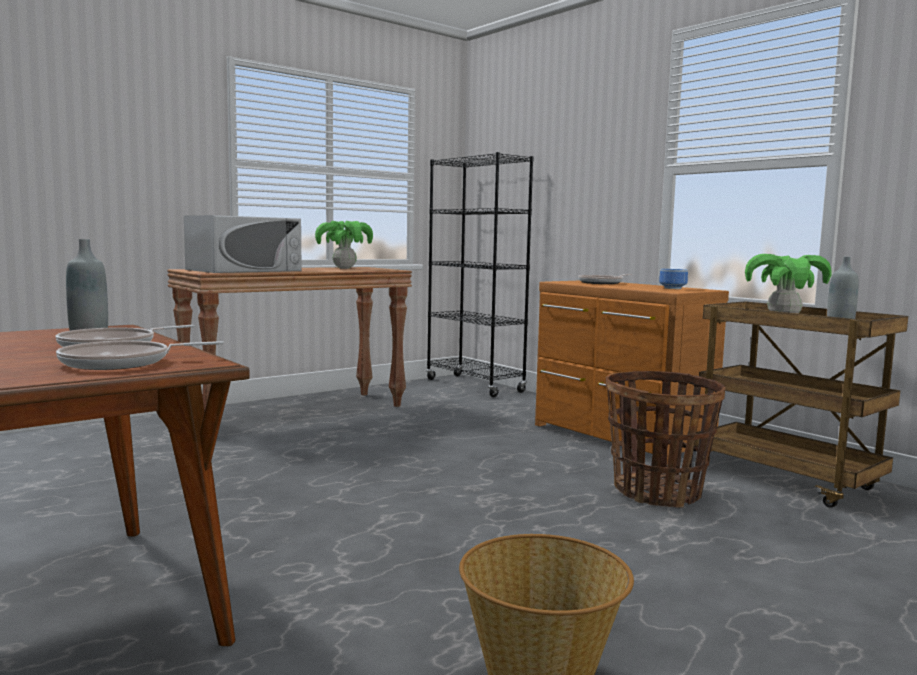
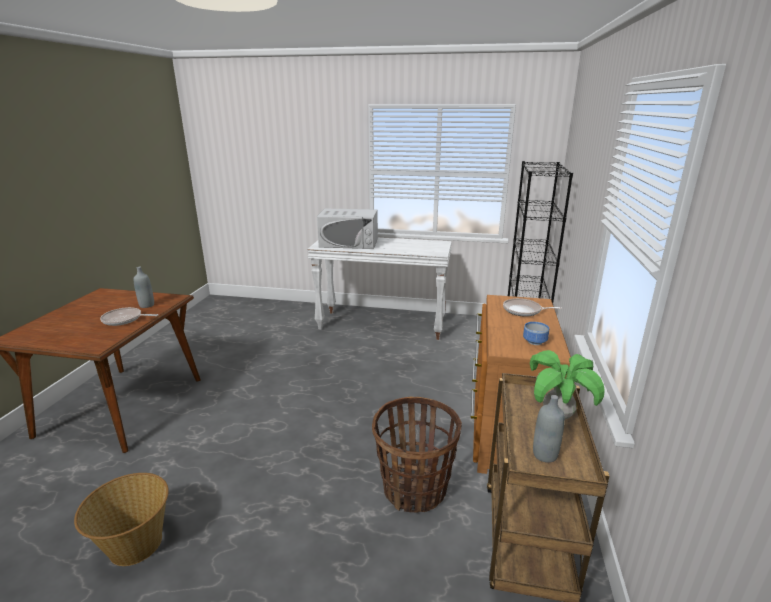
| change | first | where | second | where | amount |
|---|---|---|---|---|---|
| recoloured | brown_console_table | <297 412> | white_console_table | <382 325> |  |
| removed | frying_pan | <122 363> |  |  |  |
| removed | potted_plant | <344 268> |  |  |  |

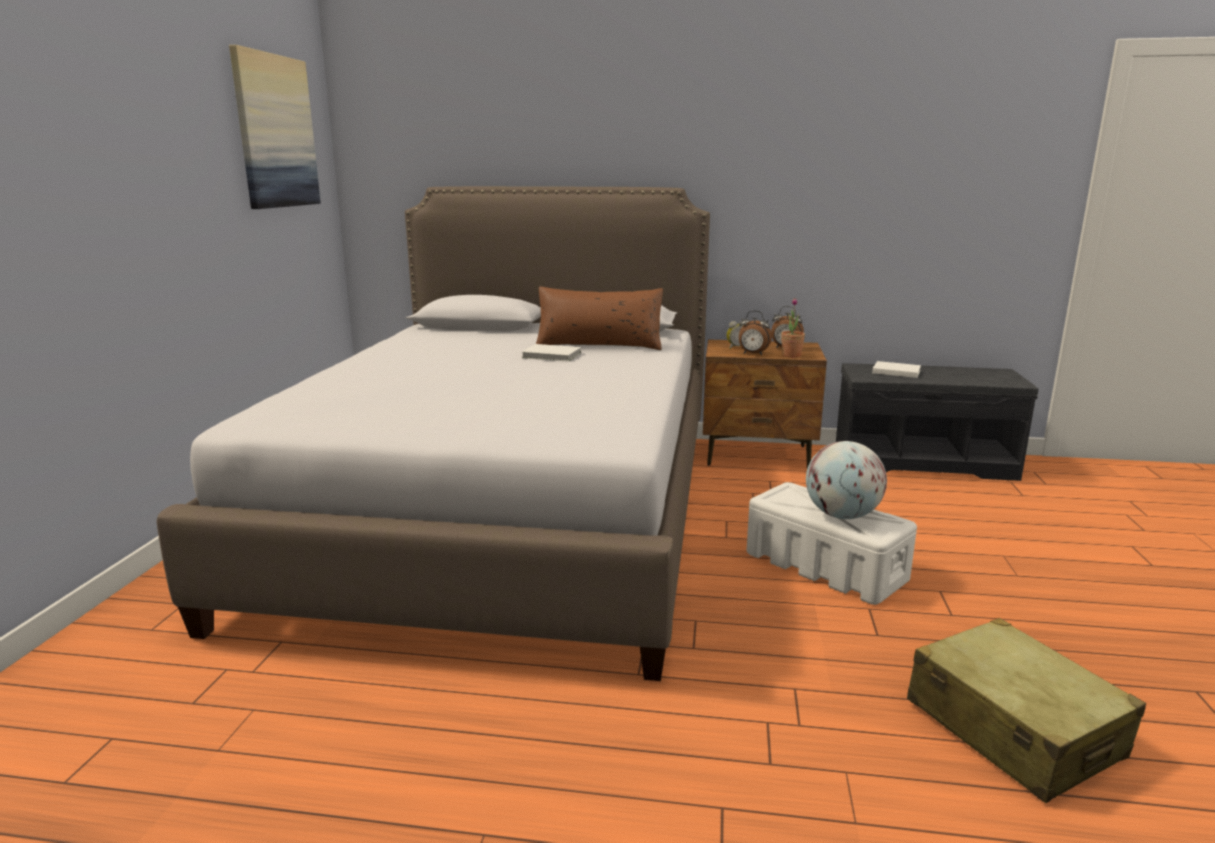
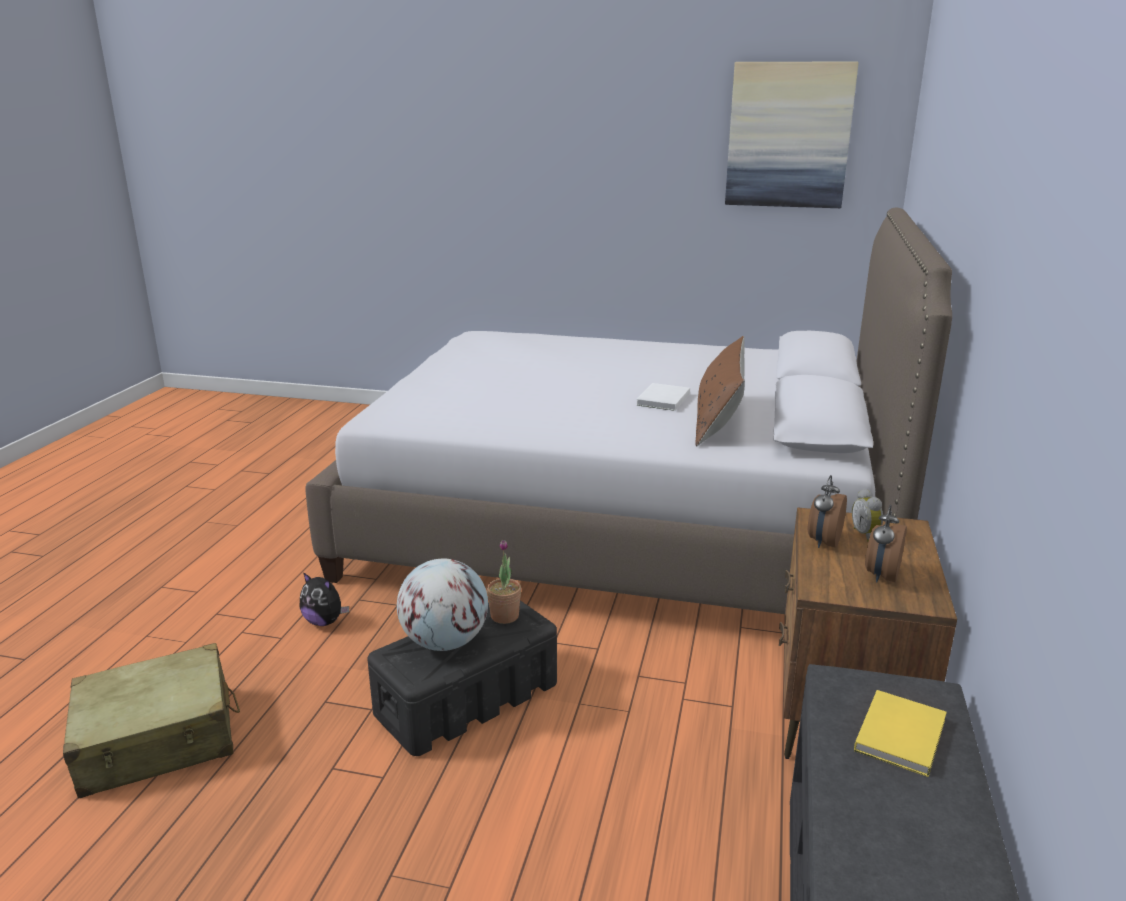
| change | first | where | second | where | amount |
|---|---|---|---|---|---|
| added |  |  | plush_toy | <324 621> |  |
| recoloured | white_storage_box | <824 566> | black_storage_box | <468 699> |  |
| moved | potted_plant | <791 355> |  | <504 616> |  |
| recoloured | white_book | <895 371> | yellow_book | <902 734> |  |

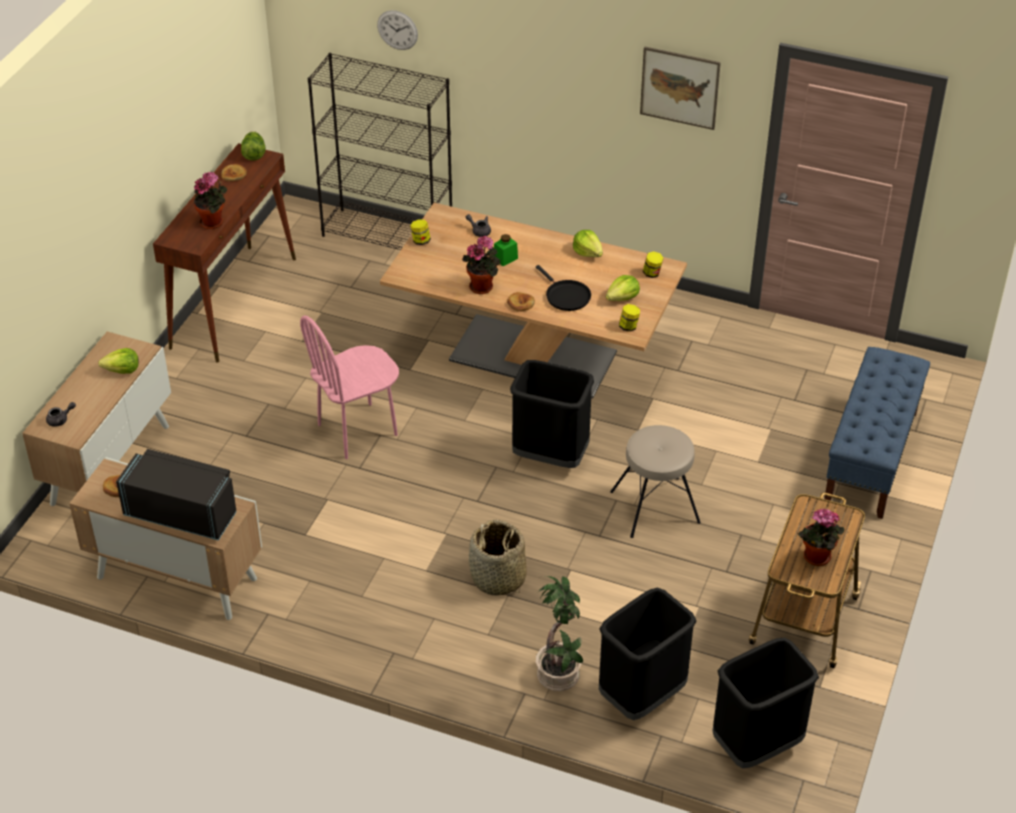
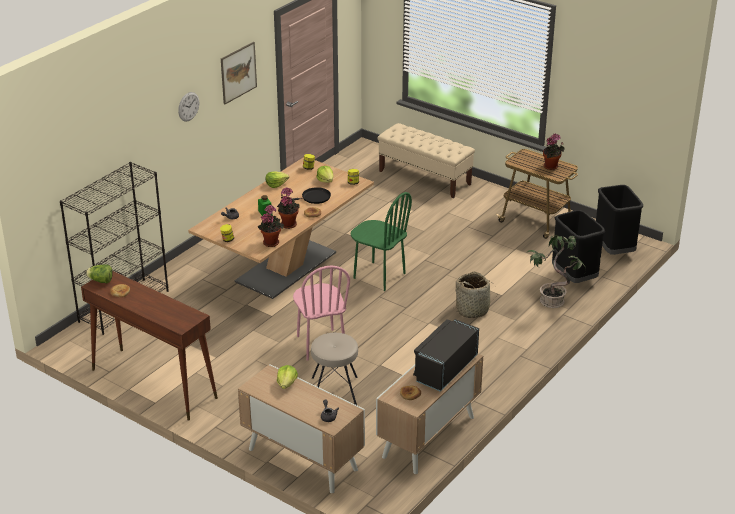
| change | first | where | second | where | amount |
|---|---|---|---|---|---|
| moved | wall_clock | <397 30> |  | <188 106> |  |
| moved | potted_plant | <213 222> |  | <271 242> |  |
| moved | beige_stool | <655 507> |  | <335 393> |  |
| replaced | black_trash_can | <550 457> | green_chair | <379 276> |  |
| recoloured | blue_bench | <871 457> | beige_bench | <425 178> |  |

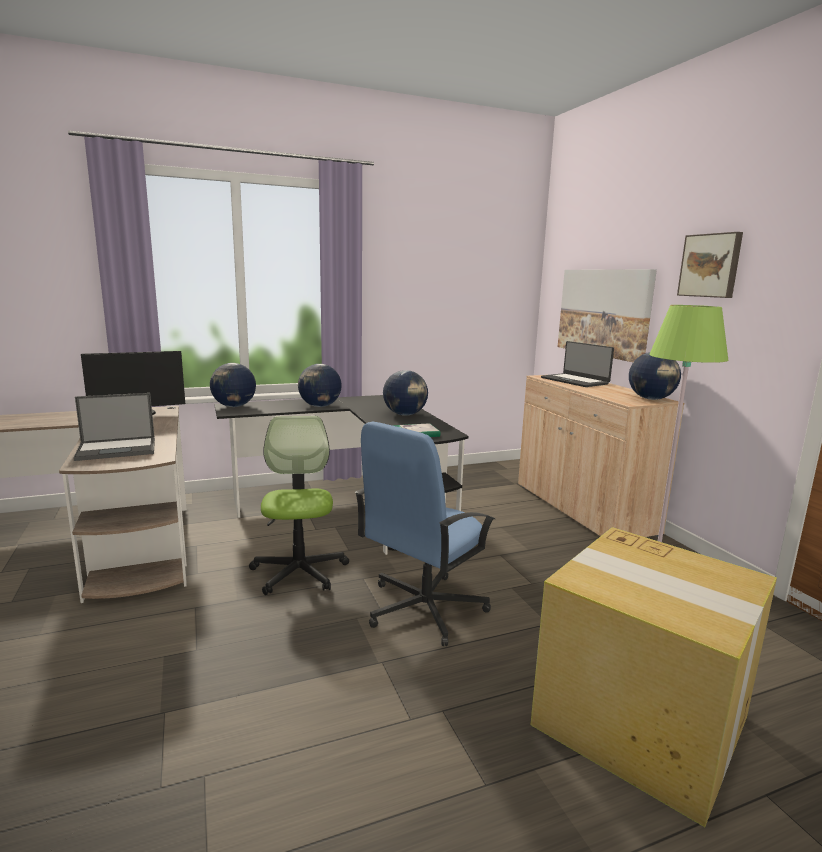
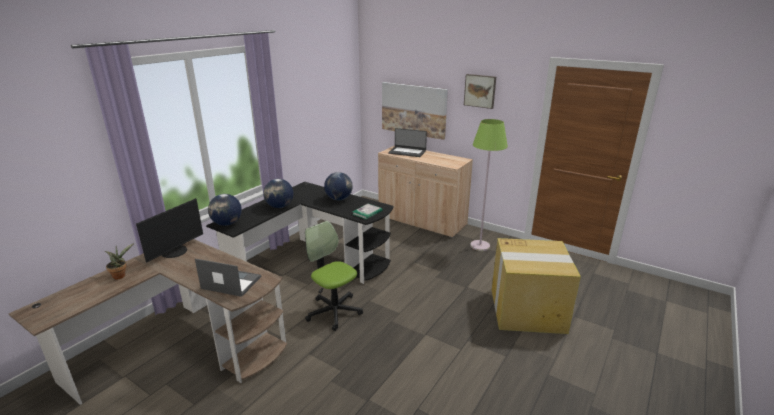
| change | first | where | second | where | amount |
|---|---|---|---|---|---|
| added |  |  | potted_plant | <121 275> |  |
| turned | laptop | <118 449> |  | <230 282> | 105 degrees counterclockwise |
| removed | blue_office_chair | <423 608> |  |  |  |
| removed | globe | <651 399> |  |  |  |

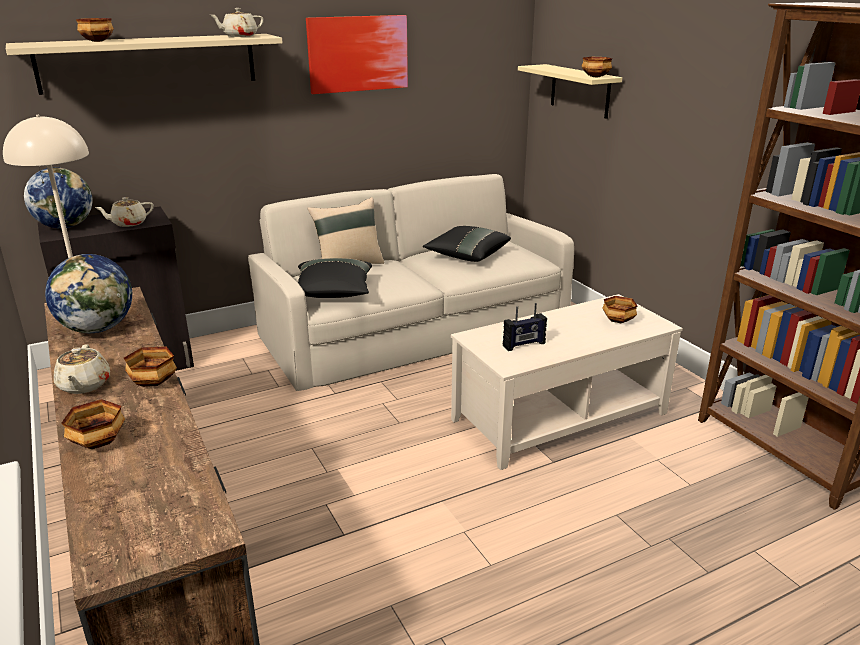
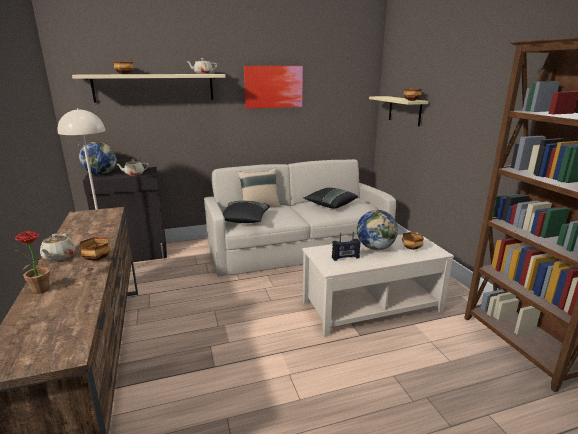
| change | first | where | second | where | amount |
|---|---|---|---|---|---|
| replaced | bowl | <97 443> | potted_plant | <43 290> |  |
| moved | globe | <98 329> |  | <375 248> |  |

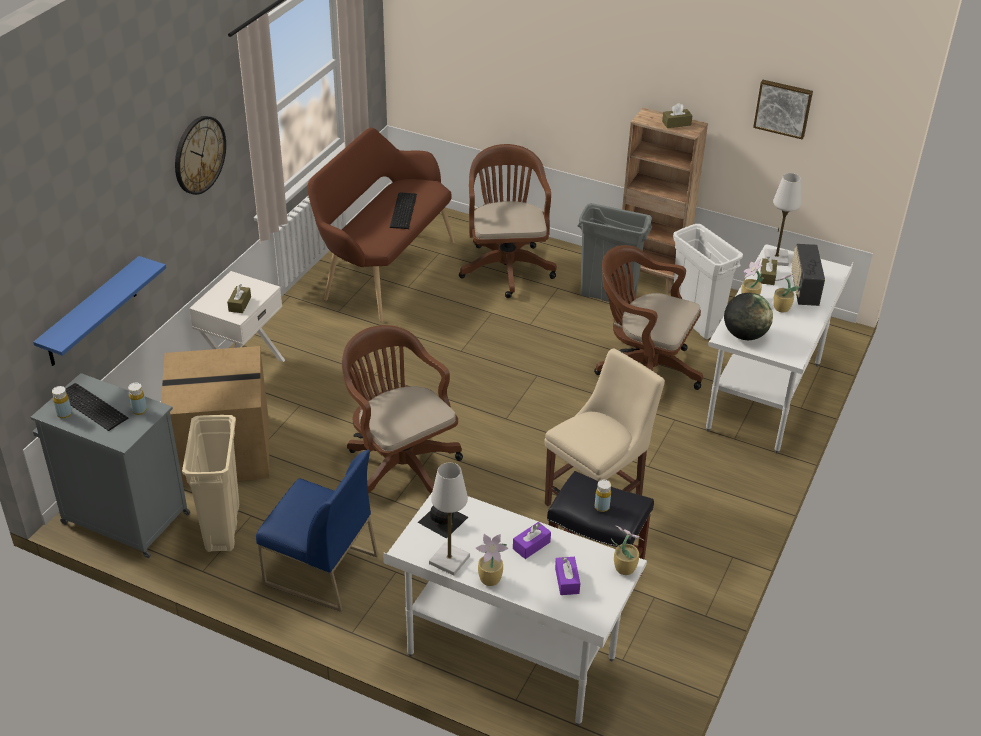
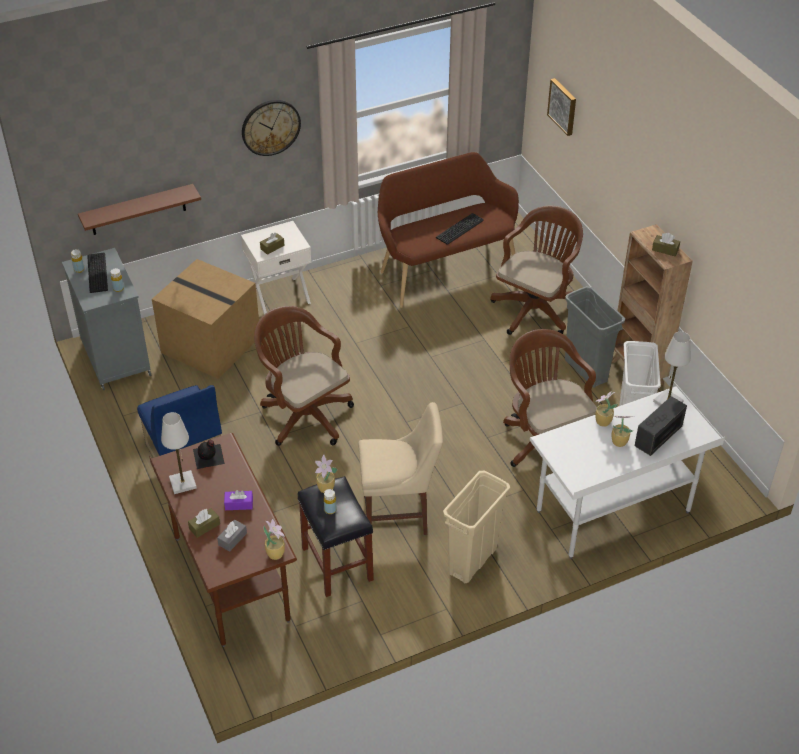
| change | first | where | second | where | amount |
|---|---|---|---|---|---|
| recoloured | blue_shelf | <91 313> | brown_shelf | <138 210> |  |
| recoloured | white_desk | <510 658> | brown_desk | <230 579> |  |
| moved | brown_tissue_box | <767 276> |  | <204 526> |  |
| recoloured | purple_tissue_box | <567 581> | grey_tissue_box | <232 539> |  |
| turned | brown_office_chair | <399 464> |  | <304 414> | 45 degrees counterclockwise |
| moved | potted_plant | <491 579> |  | <326 489> |  |
| moved | beige_trash_can | <222 528> |  | <472 561> |  |
| moved | picture | <783 108> |  | <563 106> |  |
| removed | globe | <744 335> |  |  |  |

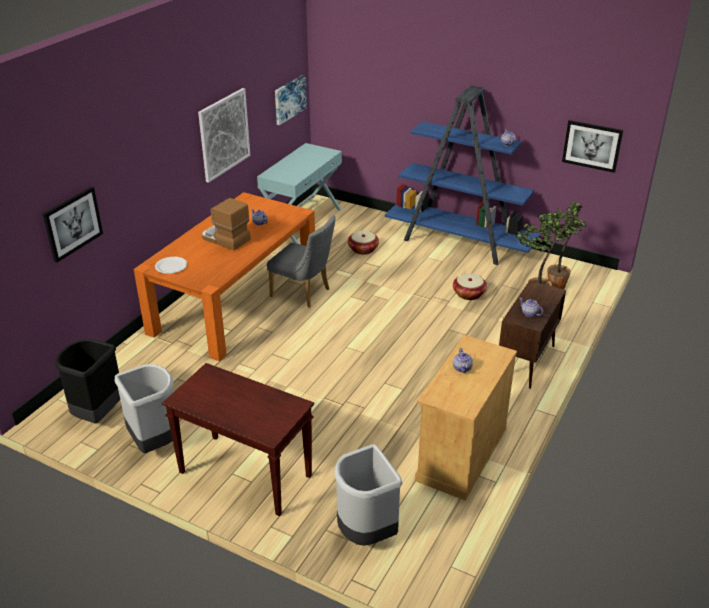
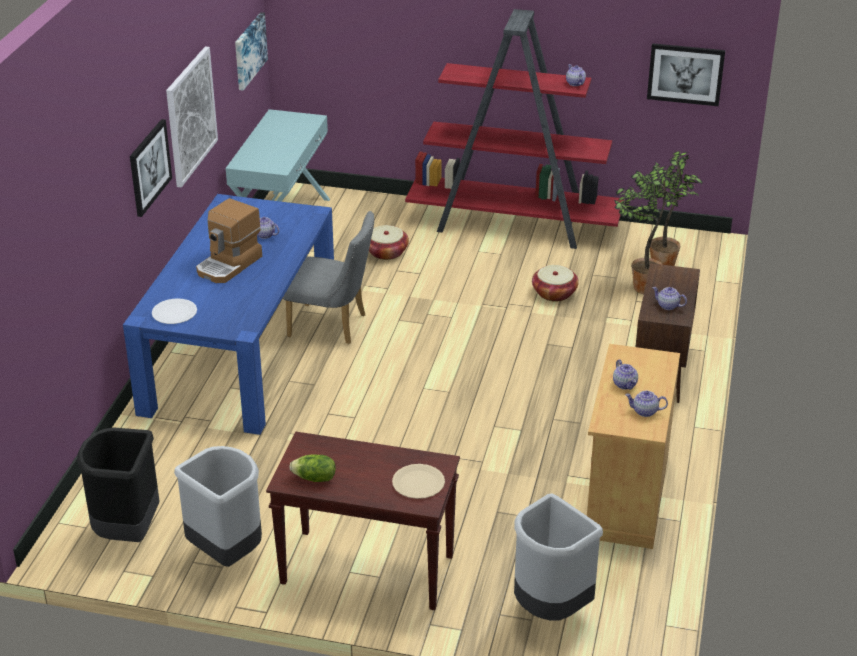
| change | first | where | second | where | amount |
|---|---|---|---|---|---|
| recoloured | orange_dining_table | <235 301> | blue_dining_table | <241 350> |  |
| moved | picture | <72 223> |  | <149 167> |  |
| turned | coffee_machine | <225 239> |  | <229 265> | 75 degrees counterclockwise |
| added |  |  | lettuce | <314 478> |  |
| added |  |  | beige_plate | <418 483> |  |
| recoloured | blue_bookcase | <460 243> | red_bookcase | <514 225> |  |
| added |  |  | teapot | <644 411> |  |

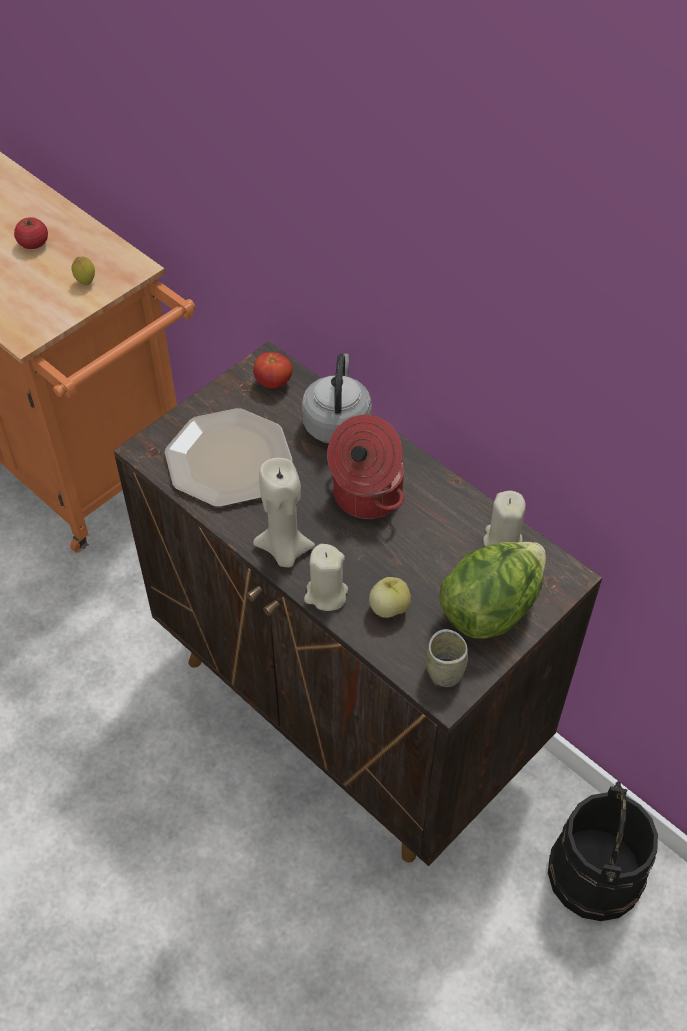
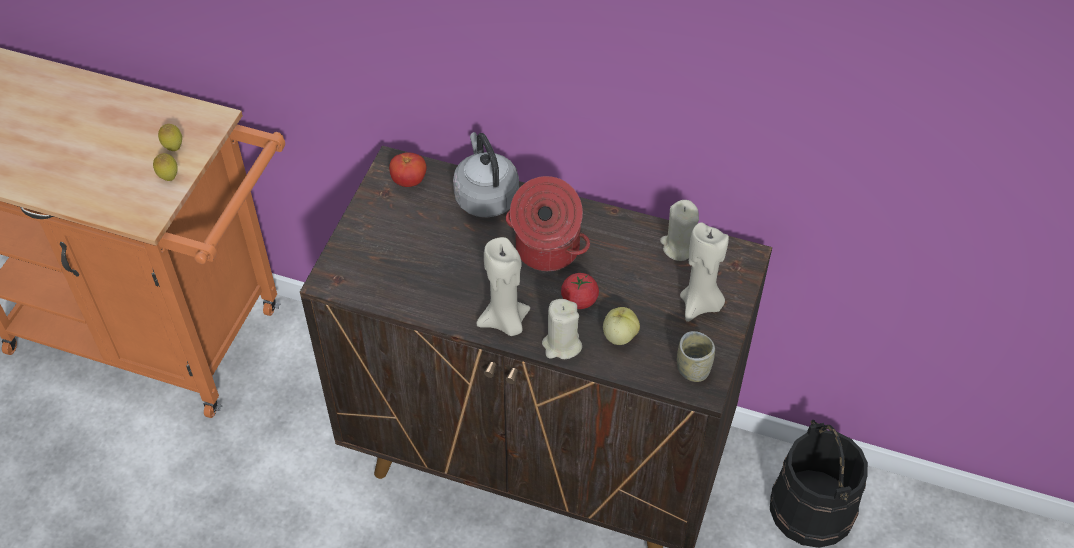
| change | first | where | second | where | amount |
|---|---|---|---|---|---|
| added |  |  | lemon | <169 177> |  |
| moved | tomato | <33 244> |  | <579 300> |  |
| replaced | lettuce | <490 608> | beige_candle | <700 304> |  |
| removed | plate | <229 460> |  |  |  |

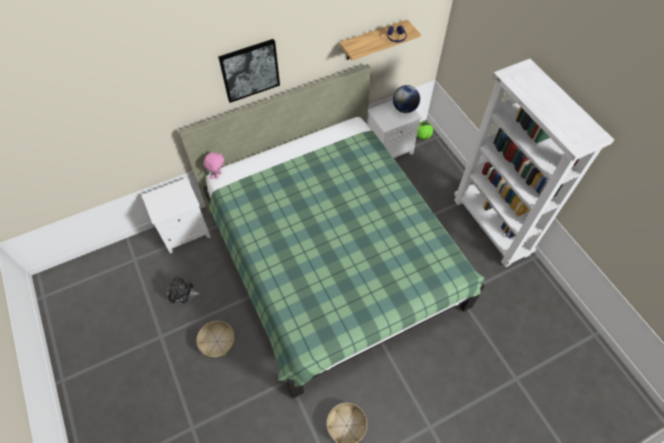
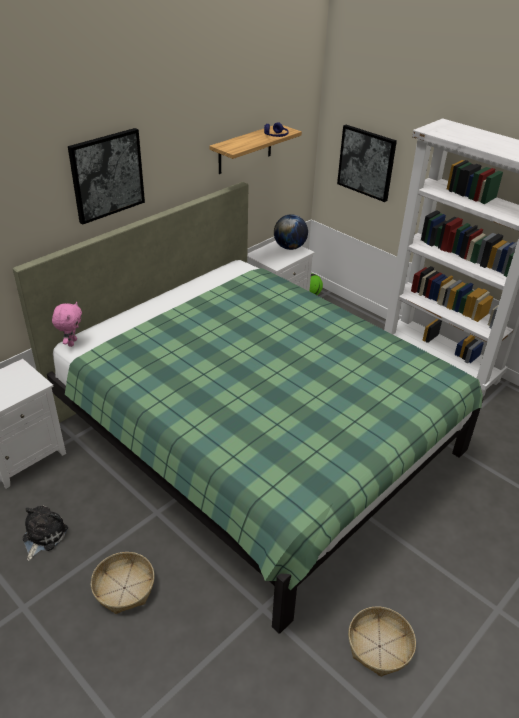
| change | first | where | second | where | amount |
|---|---|---|---|---|---|
| turned | plush_toy | <182 293> |  | <43 536> | 120 degrees clockwise |
| added |  |  | picture | <366 162> |  |

